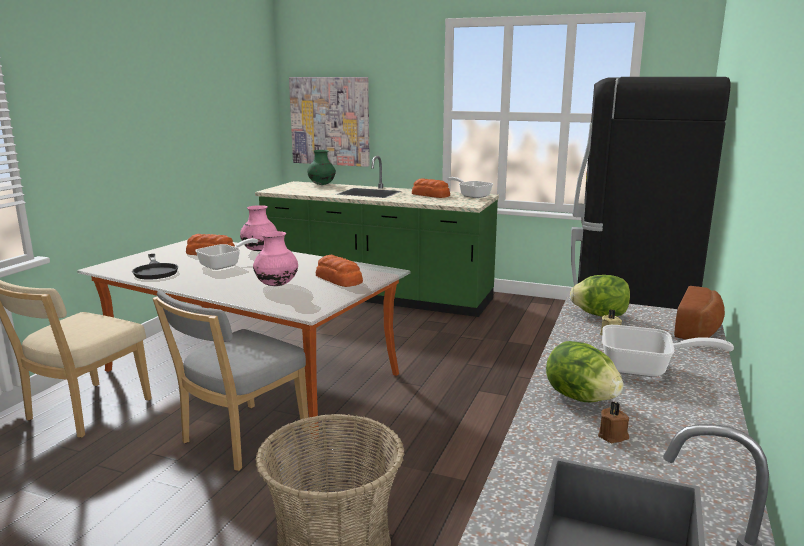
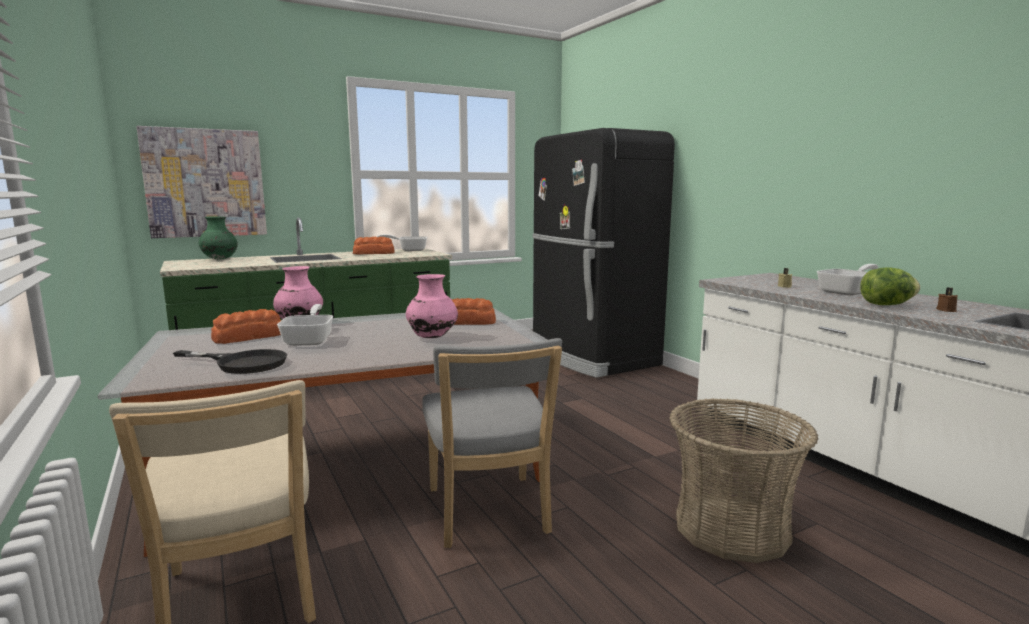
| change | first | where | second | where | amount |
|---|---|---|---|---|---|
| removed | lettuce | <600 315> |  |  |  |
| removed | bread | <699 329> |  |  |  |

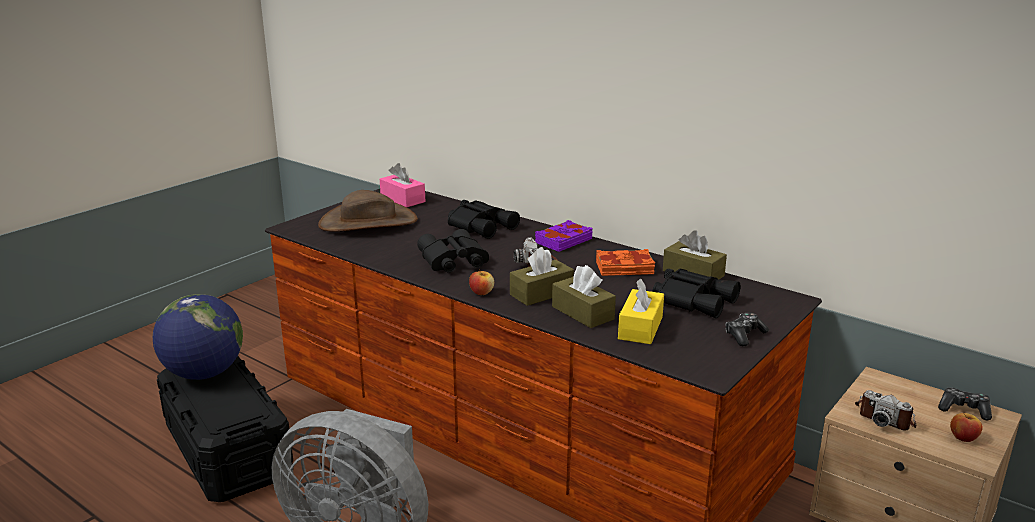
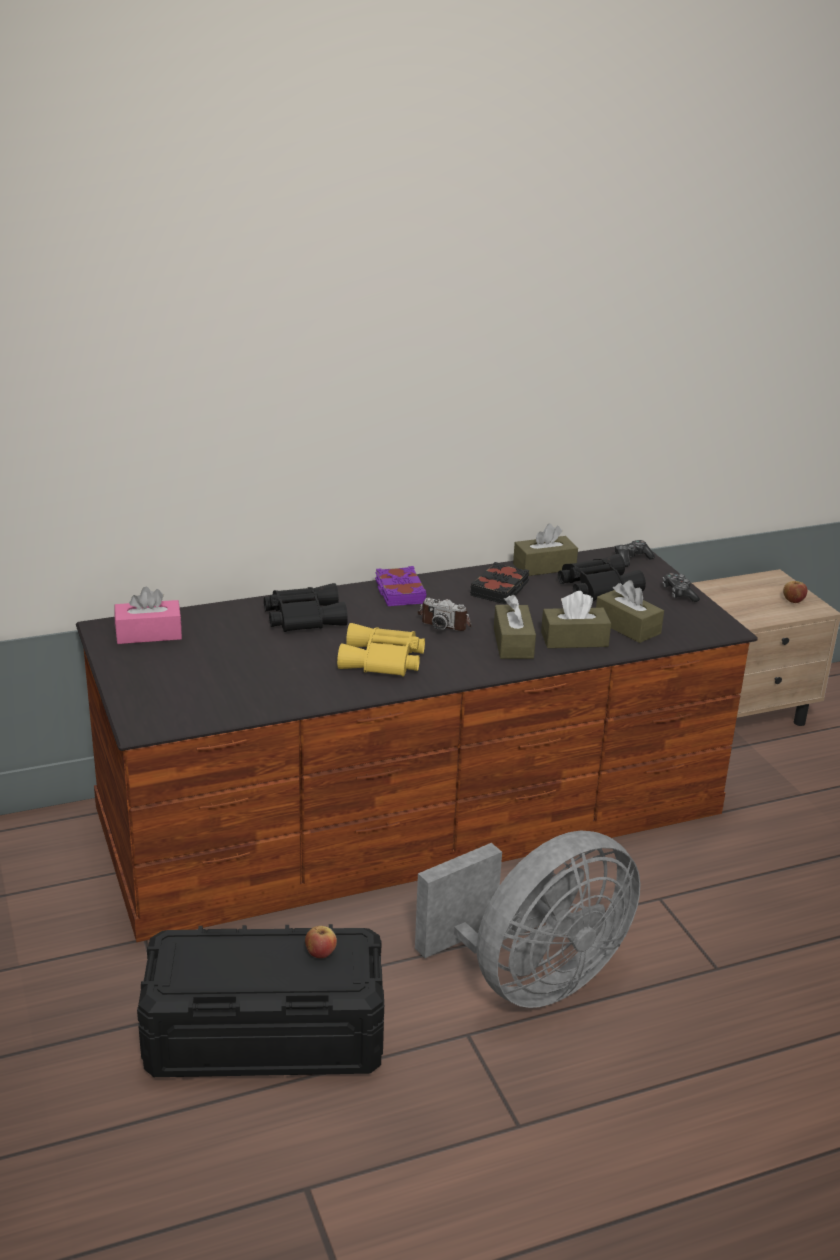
| change | first | where | second | where | amount |
|---|---|---|---|---|---|
| moved | apple | <481 293> |  | <320 953> |  |
| recoloured | black_binoculars | <452 261> | yellow_binoculars | <383 661> |  |
| recoloured | orange_book | <625 268> | black_book | <500 589> |  |
| recoloured | yellow_tissue_box | <640 328> | brown_tissue_box | <627 626> |  |
| moved | game_controller | <964 409> |  | <631 559> |  |
| removed | globe | <204 373> |  |  |  |
| removed | brown_hat | <368 222> |  |  |  |
| removed | photo_camera | <885 417> |  |  |  |

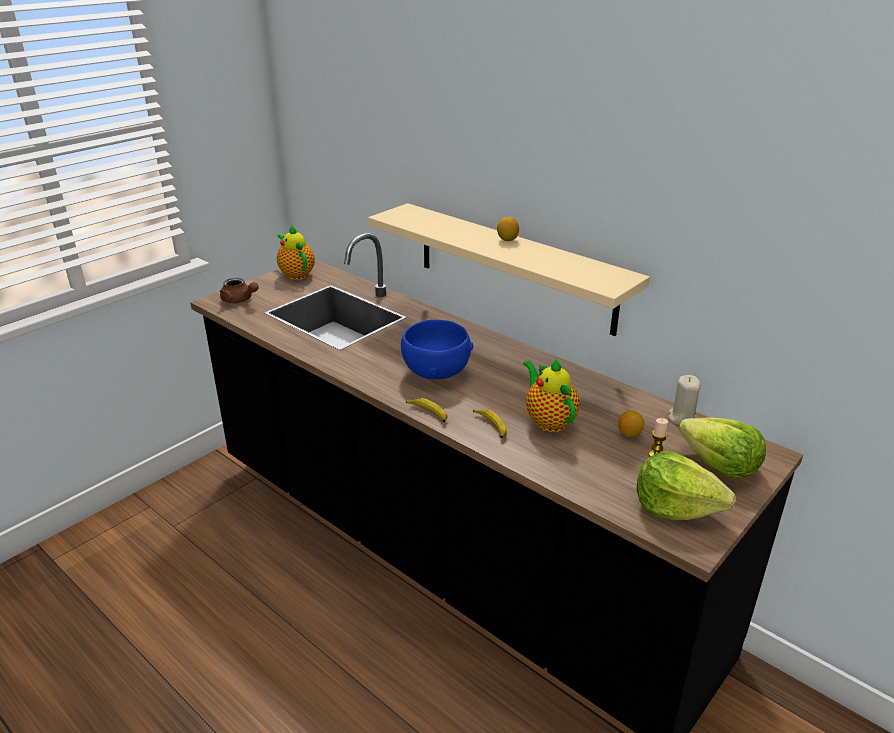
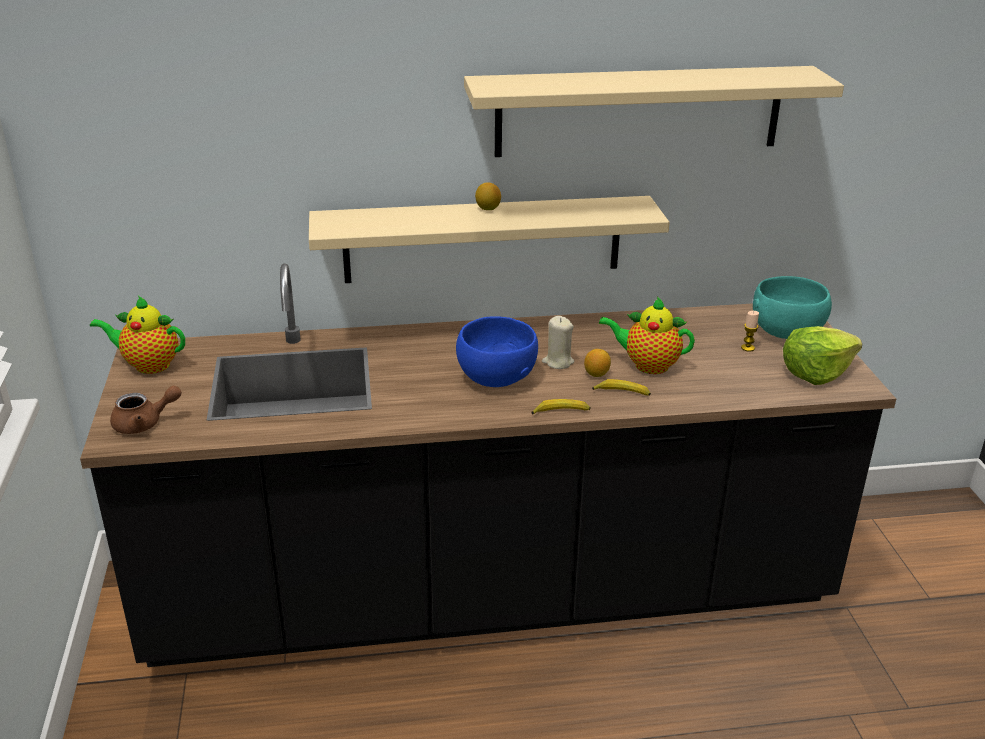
| change | first | where | second | where | amount |
|---|---|---|---|---|---|
| added |  |  | beige_shelf | <639 111> |  |
| moved | beige_candle | <681 418> |  | <558 362> |  |
| moved | lemon | <629 434> |  | <596 374> |  |
| replaced | lettuce | <719 465> | turquoise_bowl | <787 332> |  |

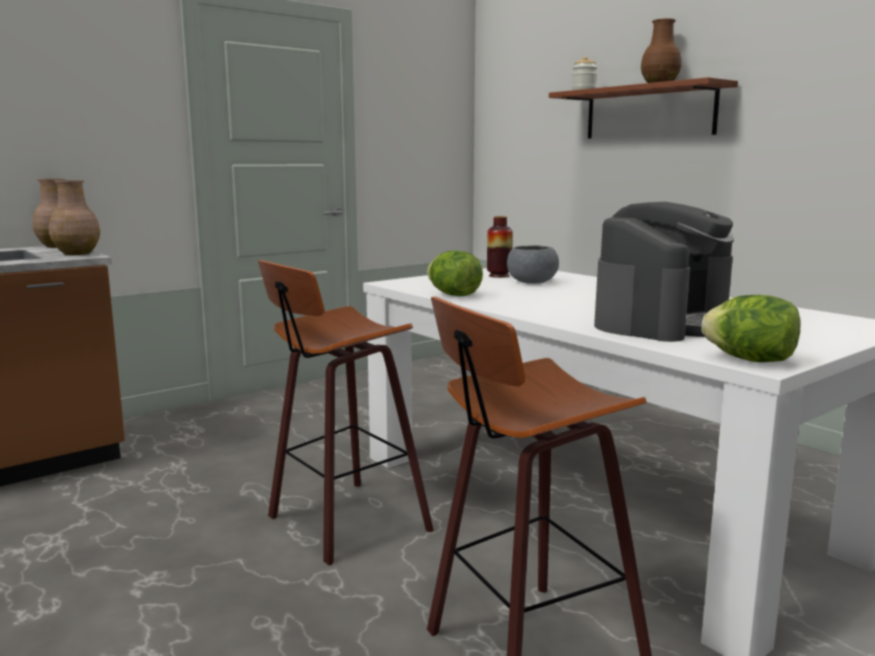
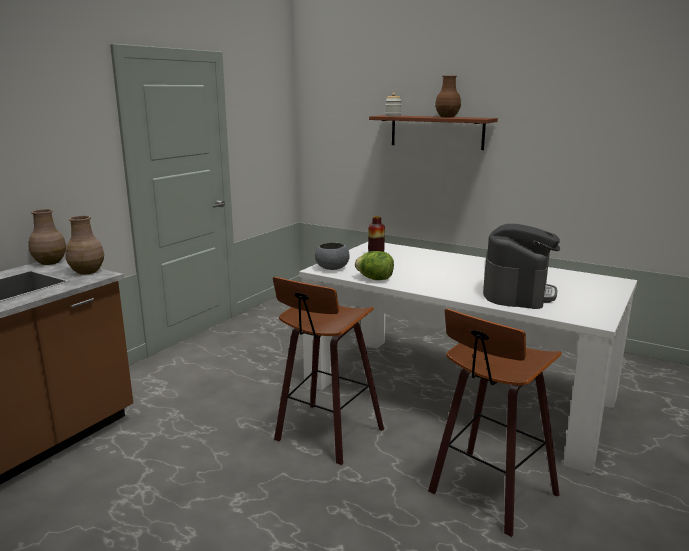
| change | first | where | second | where | amount |
|---|---|---|---|---|---|
| moved | grey_bowl | <532 282> |  | <332 268> |  |
| removed | lettuce | <750 360> |  |  |  |

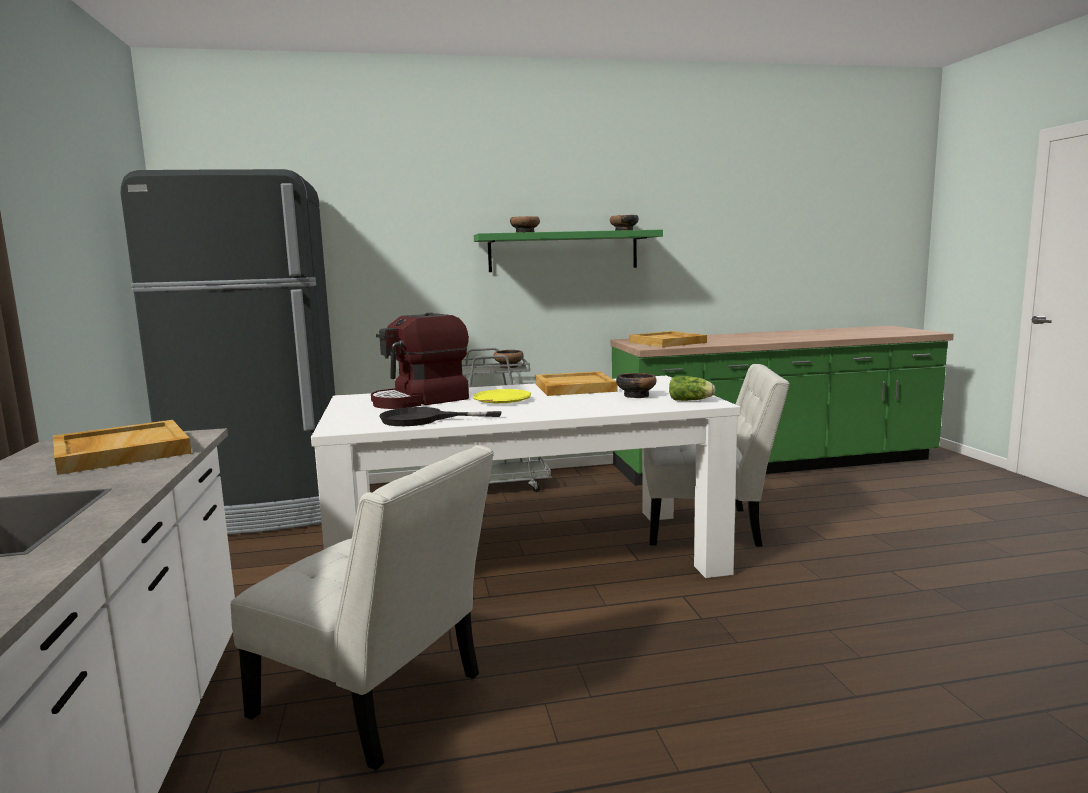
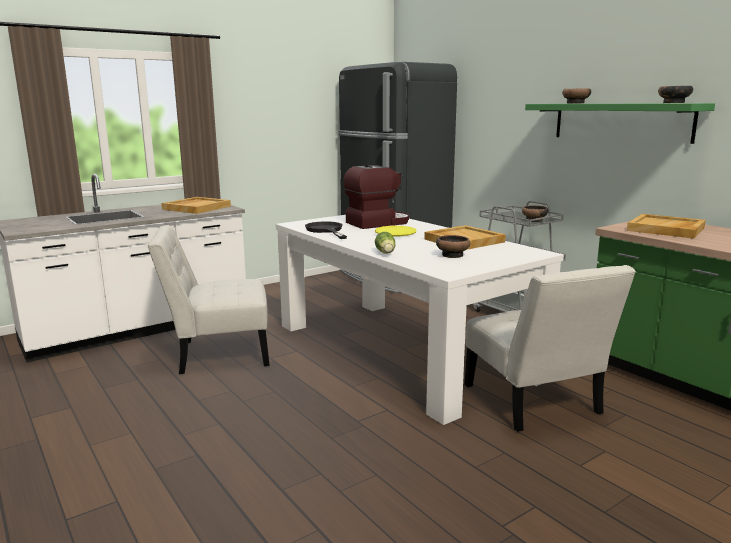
| change | first | where | second | where | amount |
|---|---|---|---|---|---|
| turned | white_chair | <377 700> |  | <218 354> | 75 degrees clockwise |
| turned | coffee_machine | <421 400> |  | <377 223> | 120 degrees clockwise |
| moved | lettuce | <692 400> |  | <385 253> |  |

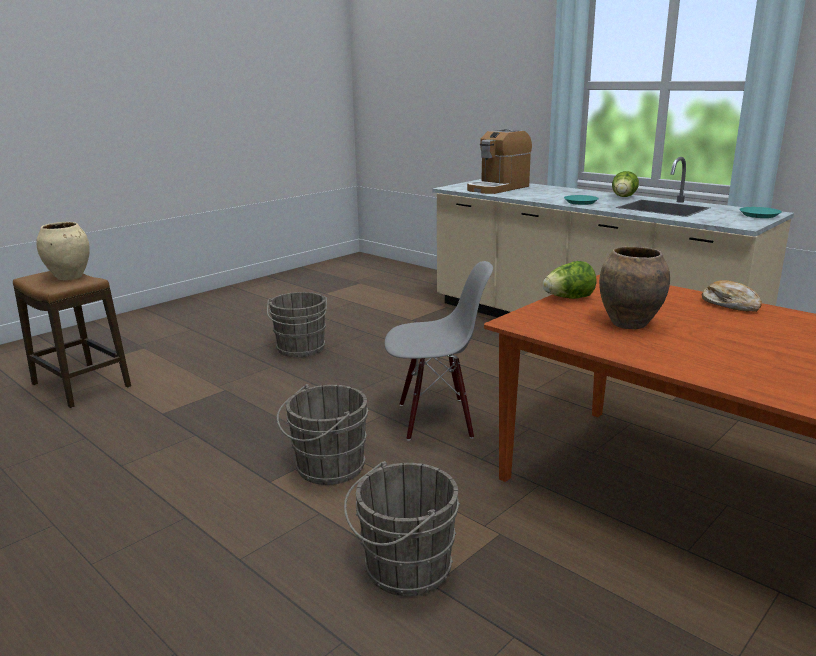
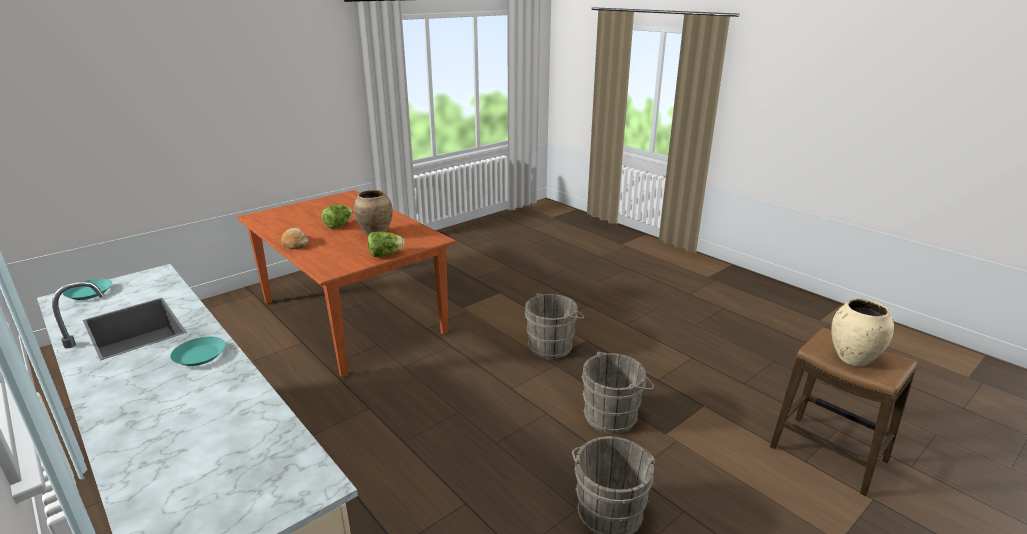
| change | first | where | second | where | amount |
|---|---|---|---|---|---|
| moved | lettuce | <623 197> |  | <338 225> |  |
| moved | grey_bucket | <403 569> |  | <613 415> |  |
| removed | grey_chair | <436 419> |  |  |  |
| removed | coffee_machine | <498 188> |  |  |  |

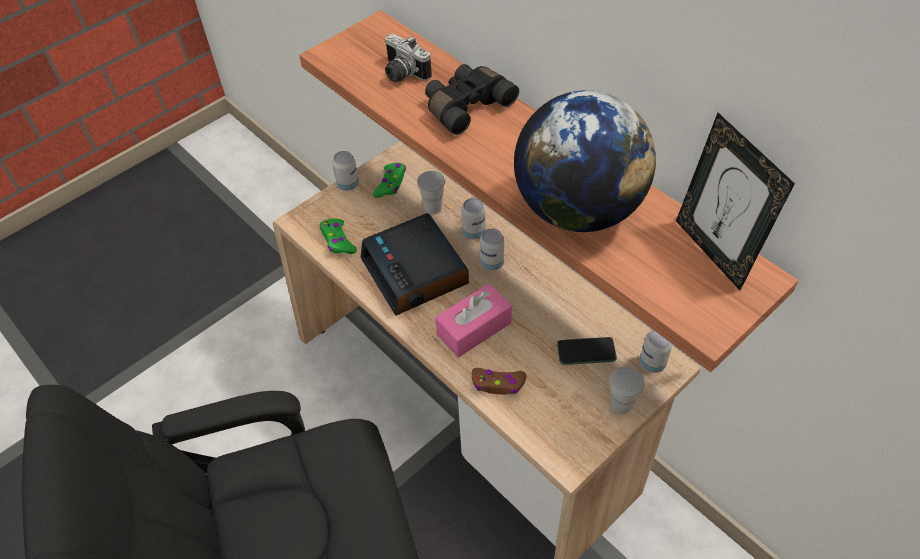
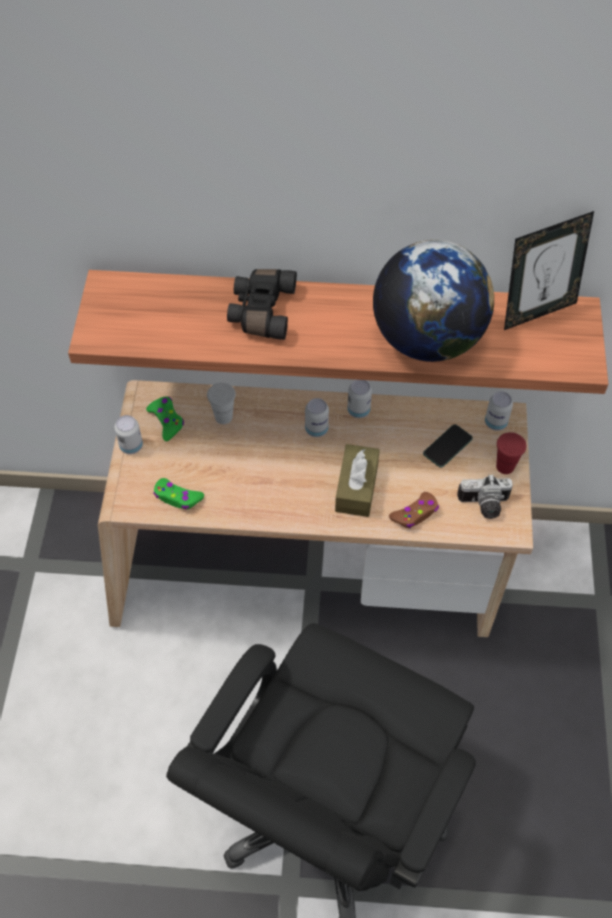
| change | first | where | second | where | amount |
|---|---|---|---|---|---|
| recoloured | pink_tissue_box | <474 328> | brown_tissue_box | <356 487> |  |
| moved | can | <473 232> |  | <358 410> |  |
| moved | photo_camera | <402 74> |  | <484 505> |  |
| recoloured | white_cup | <621 405> | red_cup | <505 466> |  |
| turned | picture_frame | <713 251> |  | <536 311> | 45 degrees counterclockwise |
| removed | alarm_clock | <416 272> |  |  |  |

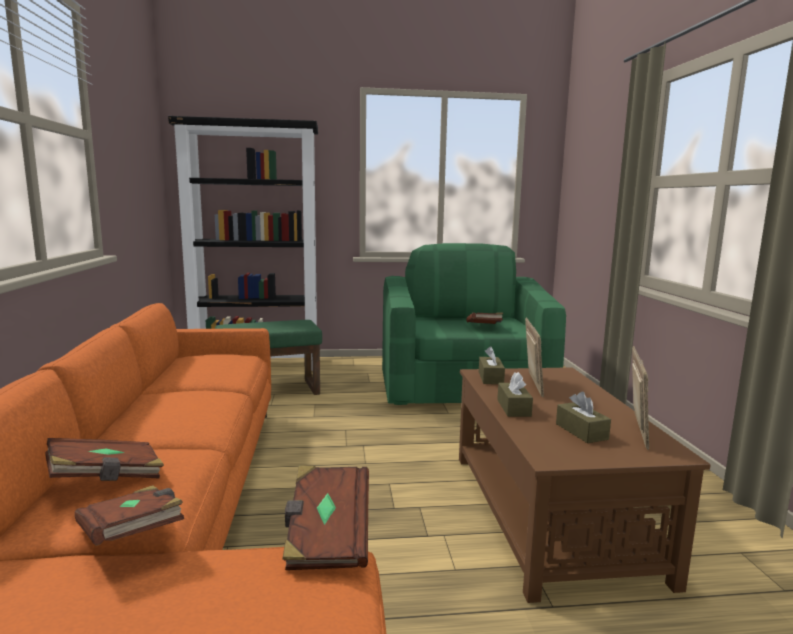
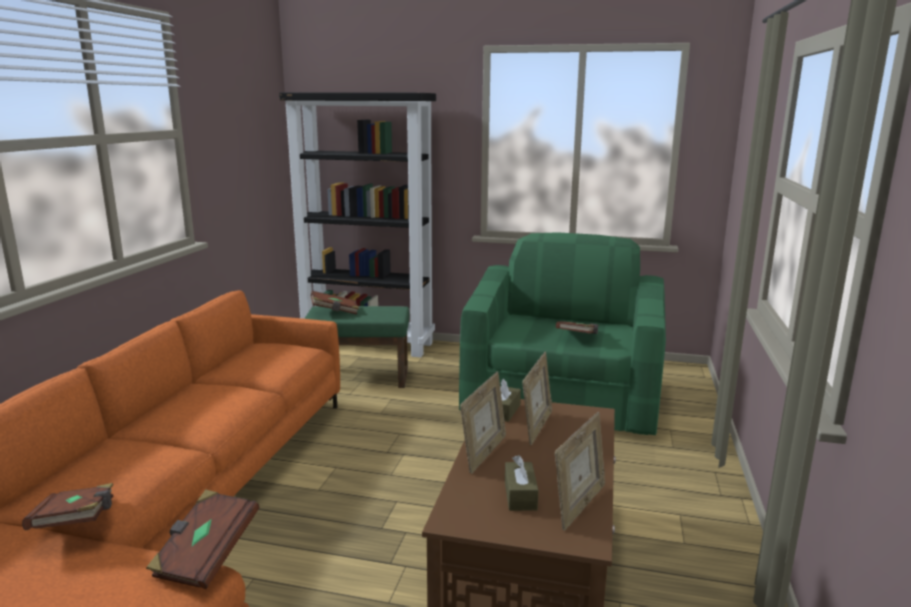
| change | first | where | second | where | amount |
|---|---|---|---|---|---|
| moved | brown_book | <106 478> |  | <335 312> |  |
| replaced | brown_tissue_box | <513 408> | picture_frame | <484 454> |  |

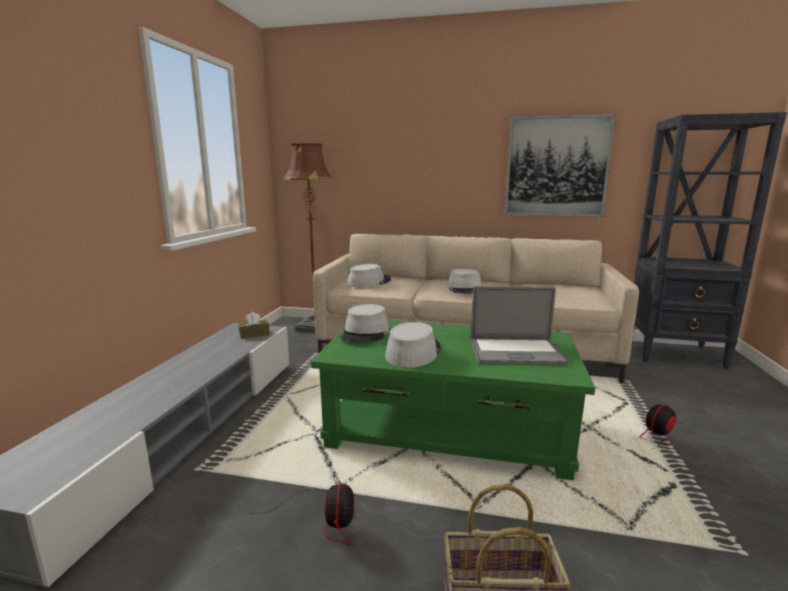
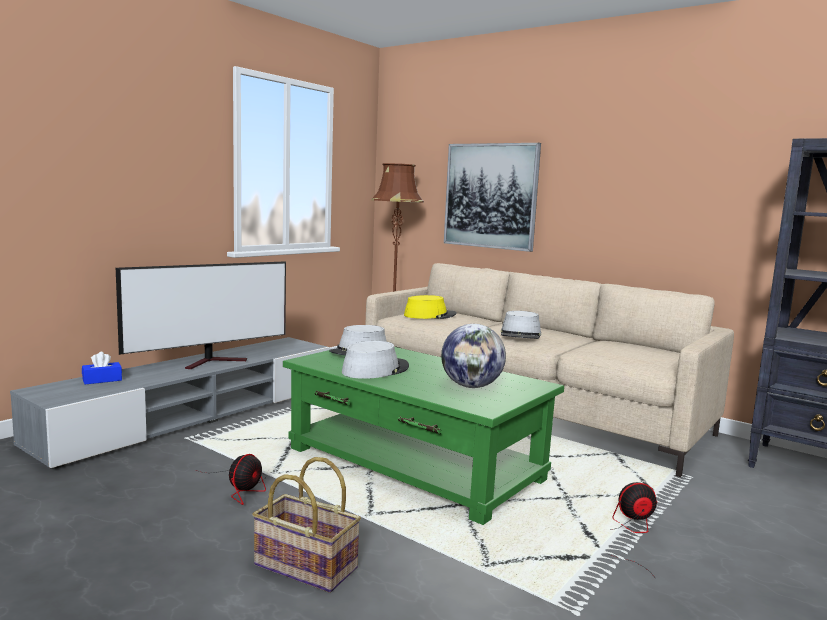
| change | first | where | second | where | amount |
|---|---|---|---|---|---|
| added |  |  | blue_tissue_box | <102 380> |  |
| added |  |  | television | <214 362> |  |
| recoloured | grey_hat | <369 282> | yellow_hat | <430 315> |  |
| replaced | laptop | <516 352> | globe | <471 386> |  |
| moved | picture | <556 167> |  | <490 196> |  |
| removed | brown_tissue_box | <254 334> |  |  |  |

